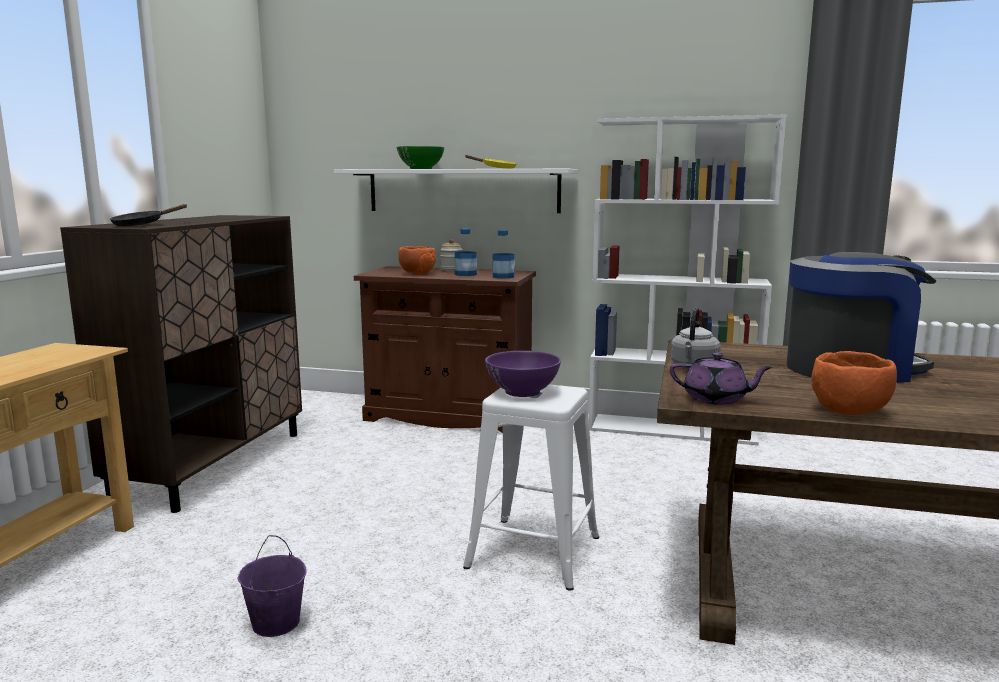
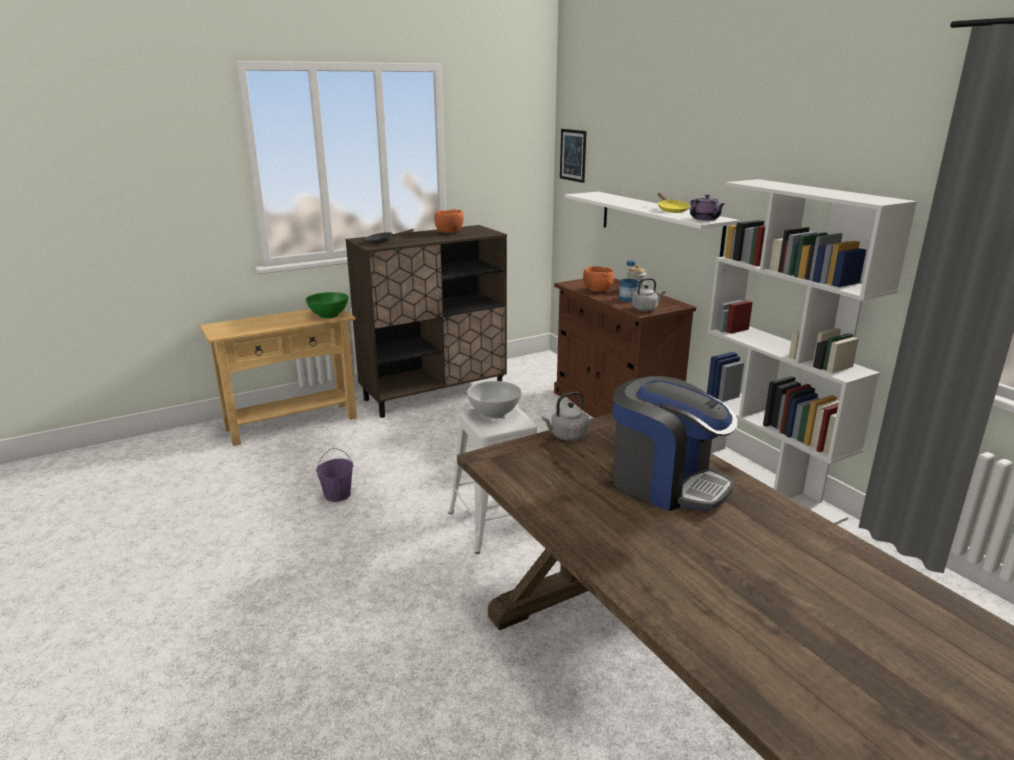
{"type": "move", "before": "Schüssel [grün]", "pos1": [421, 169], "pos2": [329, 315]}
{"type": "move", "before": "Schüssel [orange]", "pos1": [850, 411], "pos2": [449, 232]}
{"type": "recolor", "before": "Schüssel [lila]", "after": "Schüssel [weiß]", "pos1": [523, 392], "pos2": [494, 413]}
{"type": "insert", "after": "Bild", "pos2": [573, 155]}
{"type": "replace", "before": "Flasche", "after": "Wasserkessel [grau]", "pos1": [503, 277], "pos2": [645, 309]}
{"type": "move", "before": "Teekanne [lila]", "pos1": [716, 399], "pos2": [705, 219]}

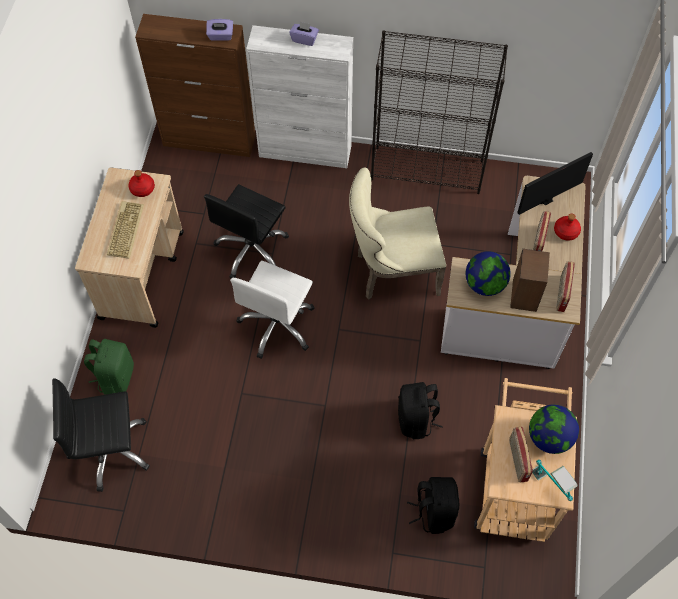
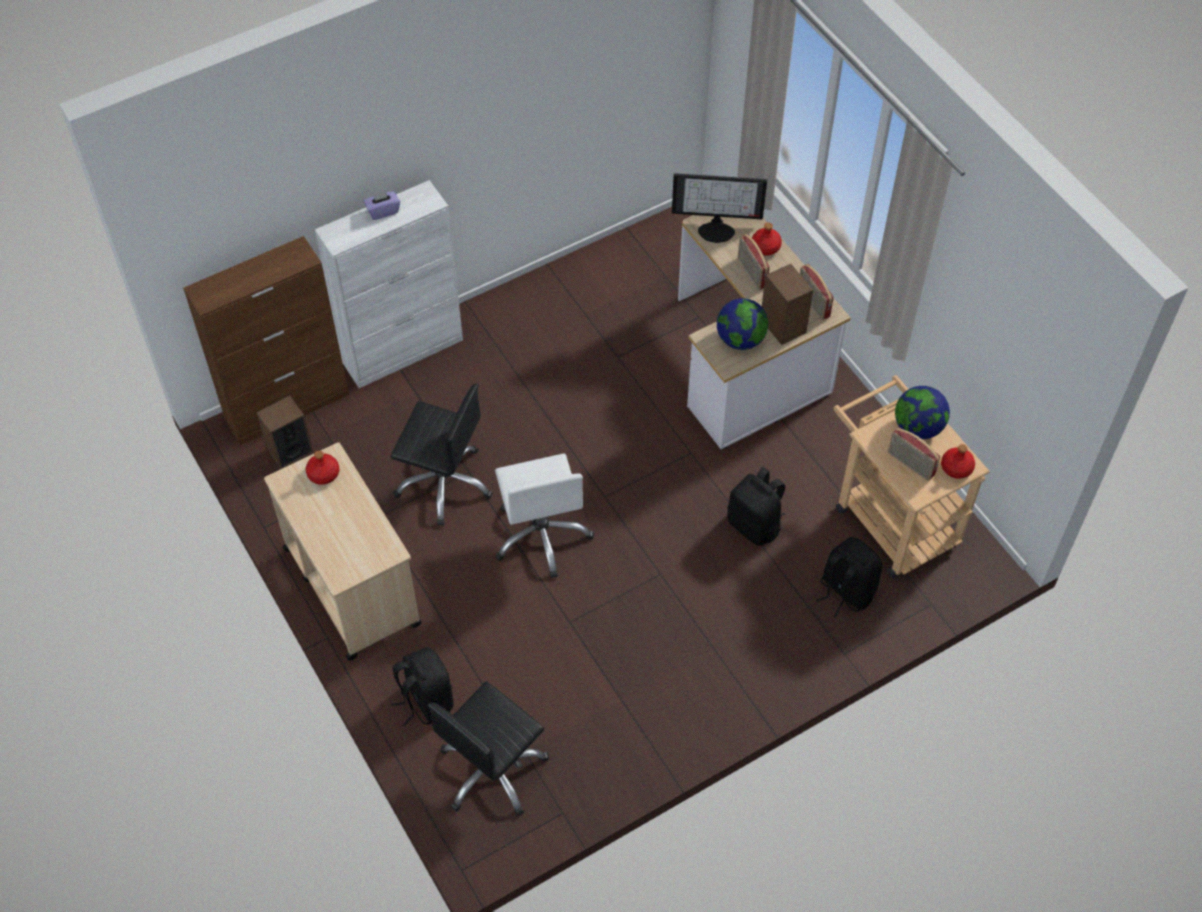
{"type": "insert", "after": "Lautsprecher", "pos2": [290, 451]}
{"type": "rotate", "before": "Bürostuhl [schwarz]", "pos1": [252, 250], "pos2": [444, 483], "turn": -60}
{"type": "recolor", "before": "Rucksack [grün]", "after": "Rucksack [schwarz]", "pos1": [115, 377], "pos2": [425, 701]}
{"type": "rotate", "before": "Monitor", "pos1": [543, 197], "pos2": [717, 229], "turn": -105}
{"type": "replace", "before": "Tischlampe", "after": "Flasche [rot]", "pos1": [549, 488], "pos2": [956, 467]}
{"type": "delete", "before": "Tastatur", "pos1": [124, 229]}
{"type": "delete", "before": "Taschentuchbox [lila]", "pos1": [220, 36]}
{"type": "delete", "before": "Stuhl [beige]", "pos1": [392, 272]}
{"type": "delete", "before": "Bücherregal [schwarz]", "pos1": [427, 170]}

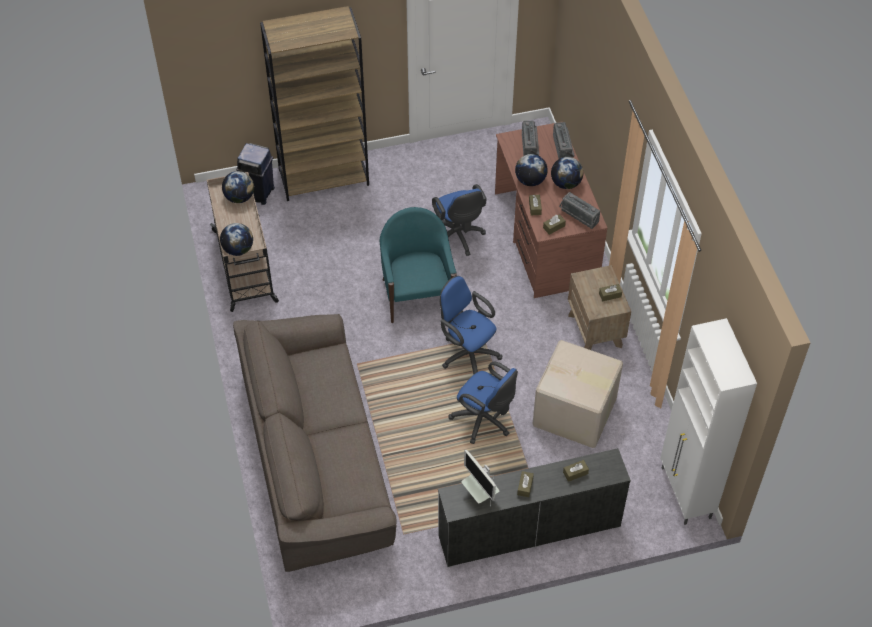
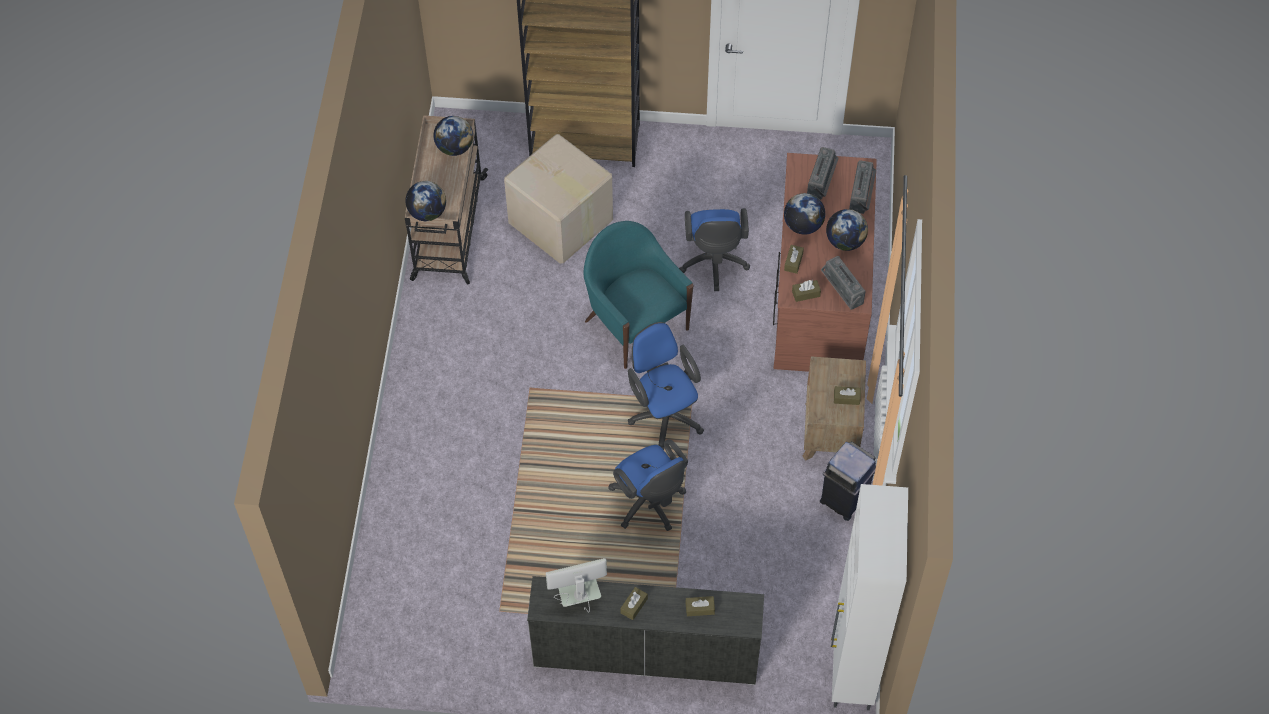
{"type": "move", "before": "Karton", "pos1": [575, 413], "pos2": [560, 222]}
{"type": "rotate", "before": "Monitor", "pos1": [481, 494], "pos2": [579, 599], "turn": 90}
{"type": "rotate", "before": "Sessel [türkis]", "pos1": [417, 295], "pos2": [635, 323], "turn": -45}
{"type": "move", "before": "Mülleimer [blau]", "pos1": [258, 193], "pos2": [844, 500]}
{"type": "delete", "before": "Sofa [braun]", "pos1": [316, 459]}

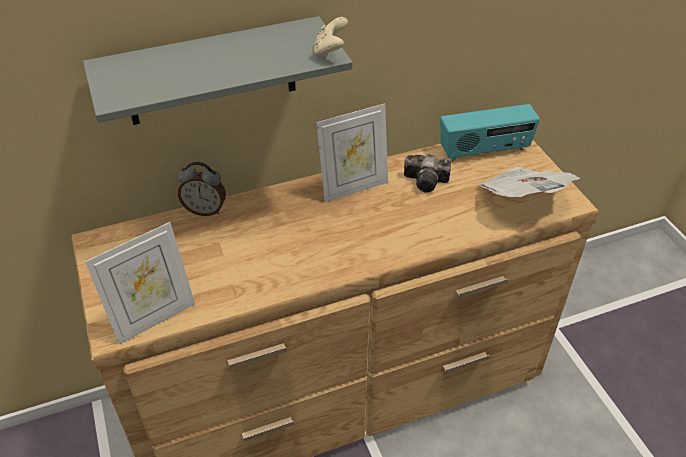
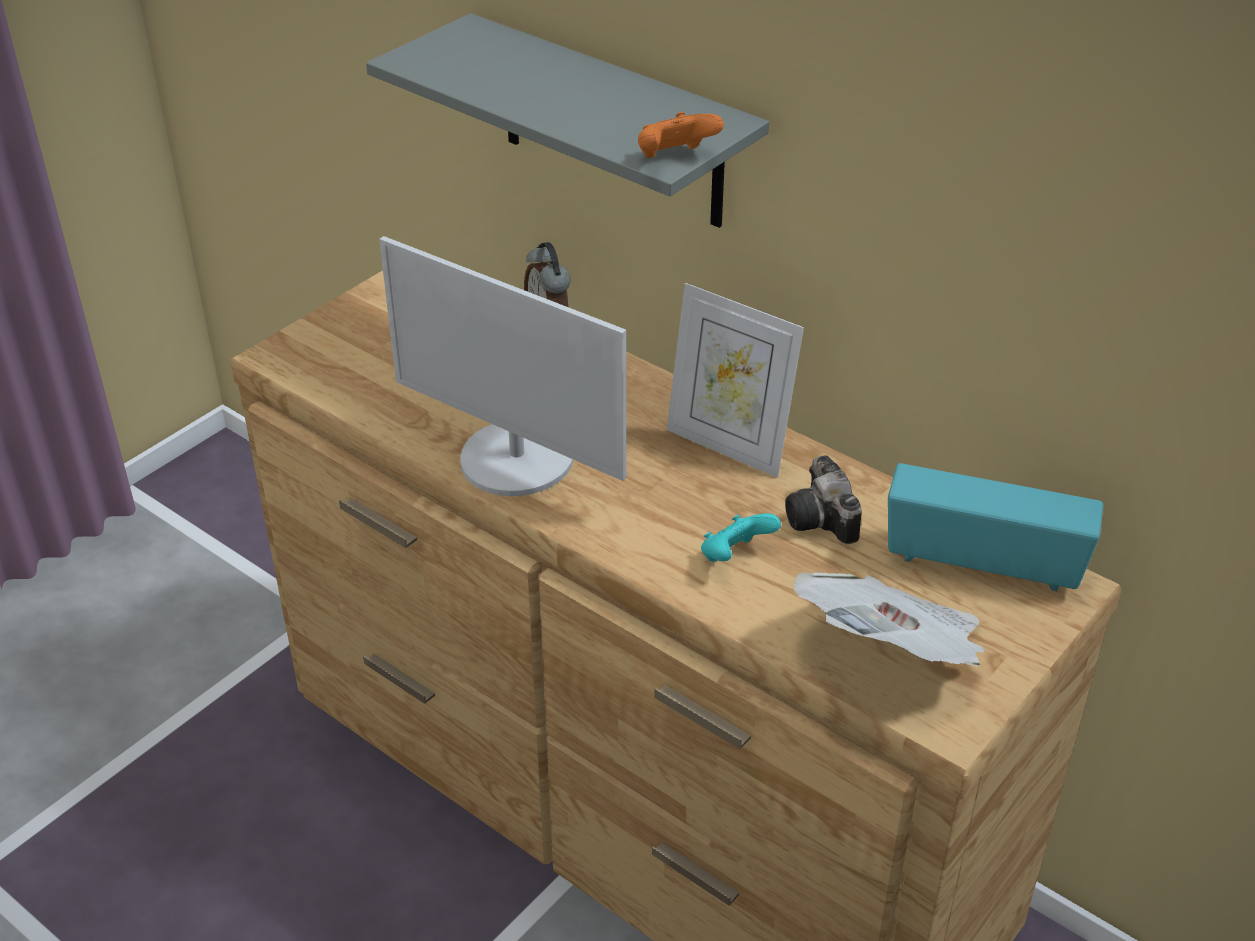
{"type": "insert", "after": "Monitor", "pos2": [516, 460]}
{"type": "recolor", "before": "Gamepad [beige]", "after": "Gamepad [orange]", "pos1": [330, 52], "pos2": [675, 158]}
{"type": "insert", "after": "Gamepad [türkis]", "pos2": [735, 556]}
{"type": "rotate", "before": "Radio", "pos1": [484, 151], "pos2": [983, 563], "turn": 150}
{"type": "delete", "before": "Bilderrahmen", "pos1": [154, 318]}

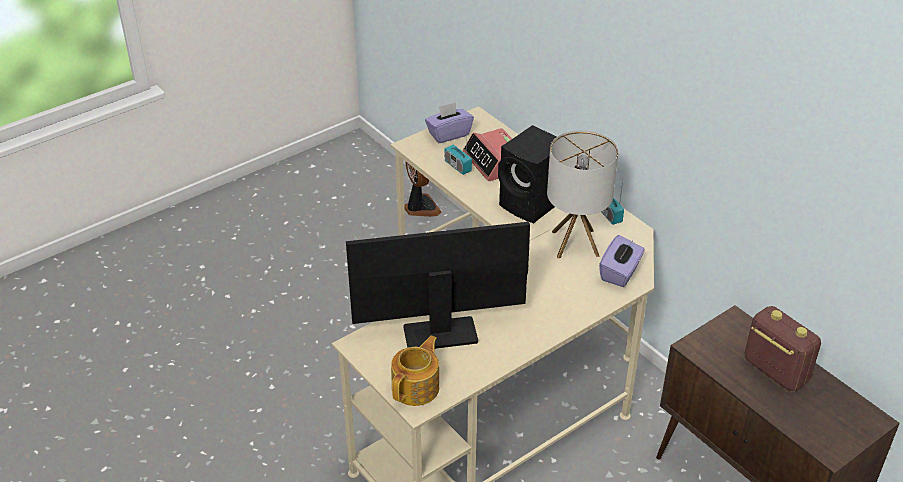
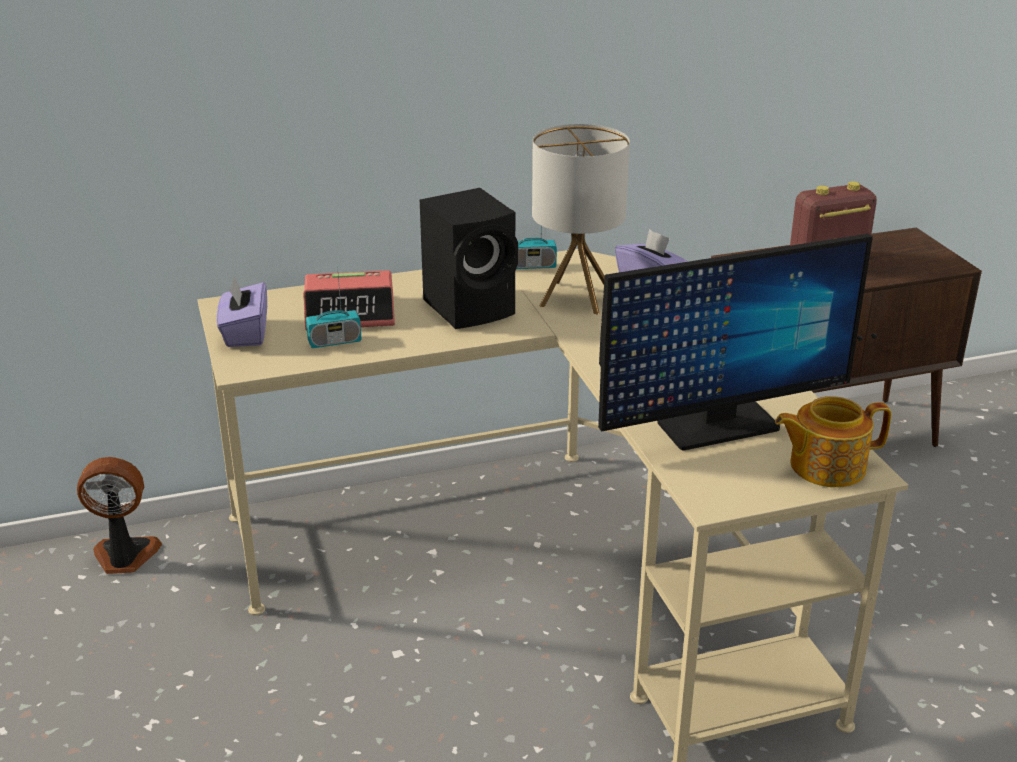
{"type": "rotate", "before": "Monitor", "pos1": [441, 334], "pos2": [717, 426], "turn": -120}
{"type": "rotate", "before": "Teekanne", "pos1": [416, 387], "pos2": [825, 466], "turn": -60}

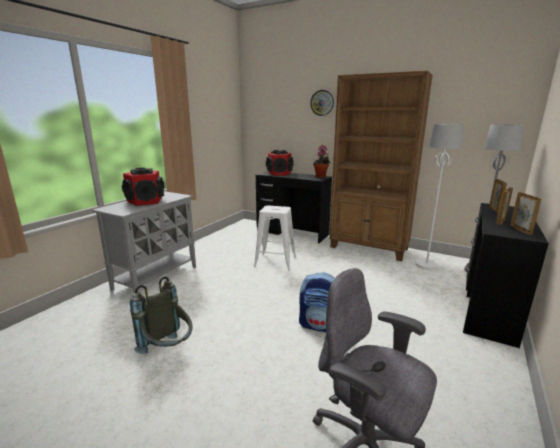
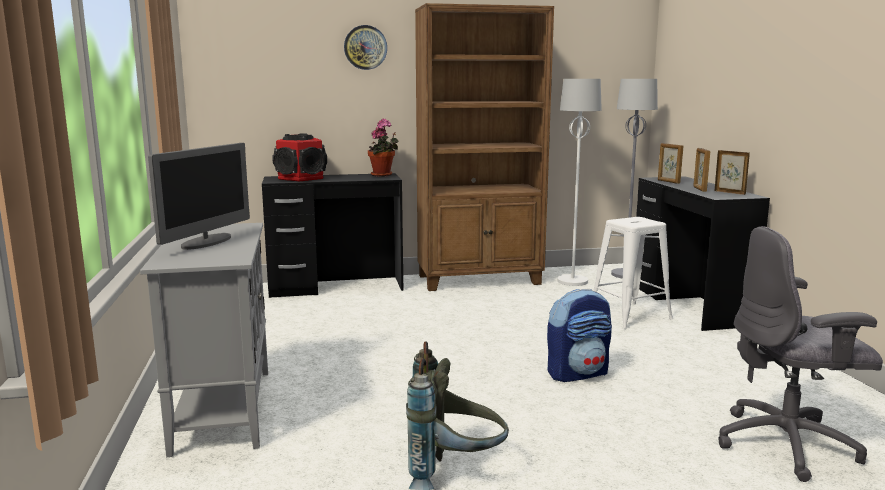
{"type": "replace", "before": "Lautsprecher", "after": "Monitor", "pos1": [146, 201], "pos2": [207, 242]}
{"type": "move", "before": "Hocker [weiß]", "pos1": [275, 262], "pos2": [630, 315]}

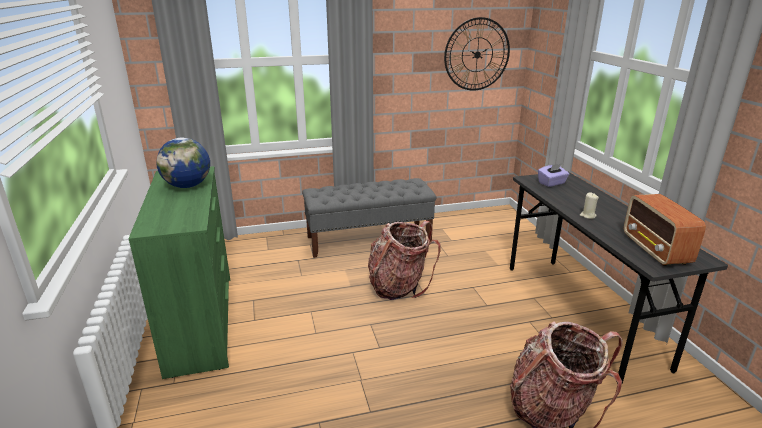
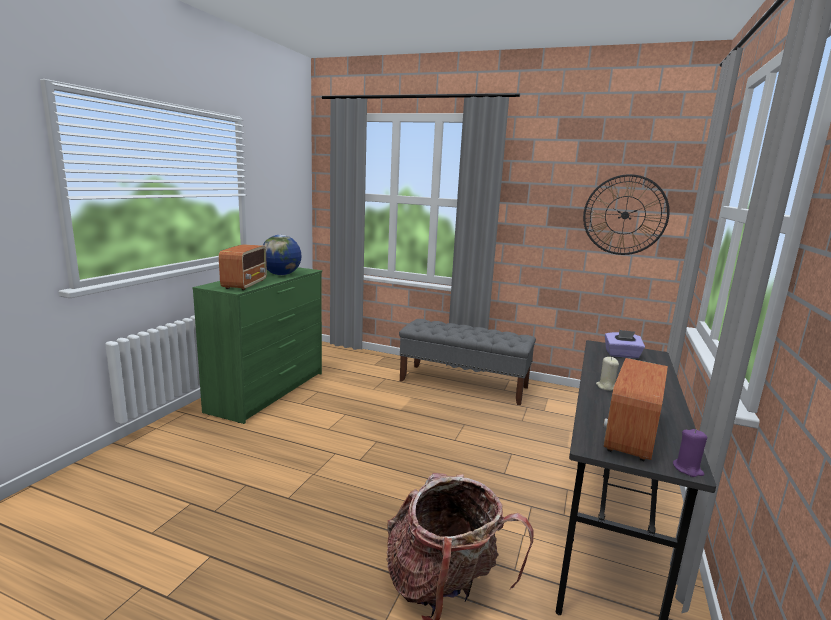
{"type": "insert", "after": "Radio", "pos2": [245, 284]}
{"type": "insert", "after": "Kerze [lila]", "pos2": [687, 469]}
{"type": "delete", "before": "Rucksack", "pos1": [399, 286]}

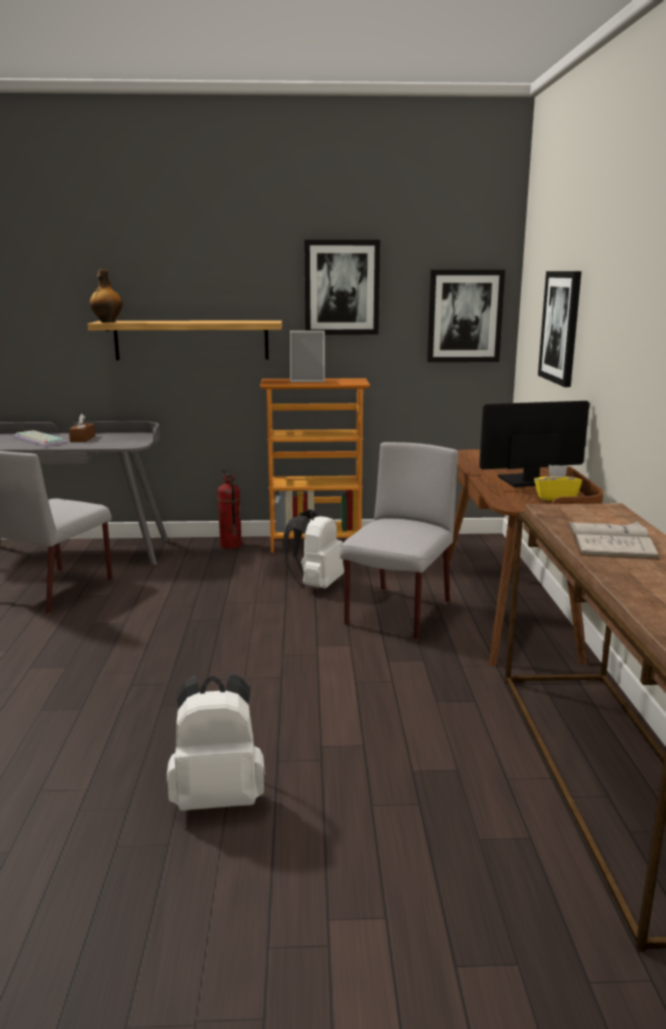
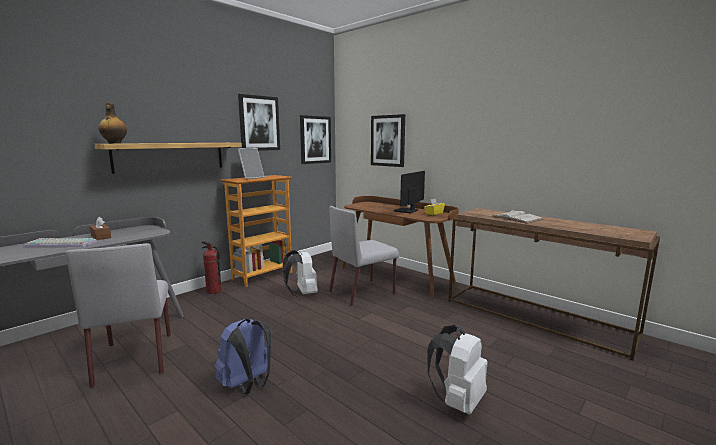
{"type": "insert", "after": "Rucksack [blau]", "pos2": [247, 385]}
{"type": "rotate", "before": "Stuhl [grau]", "pos1": [398, 614], "pos2": [363, 292], "turn": -105}

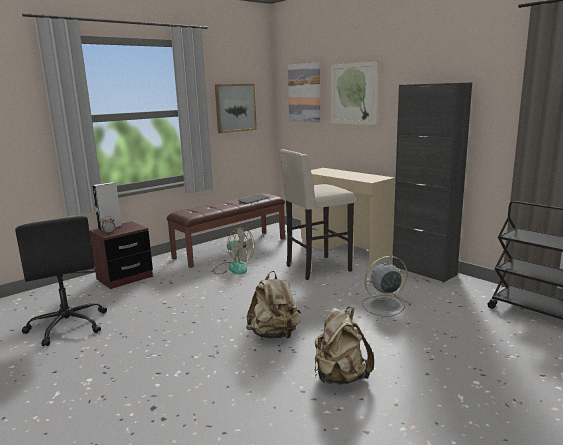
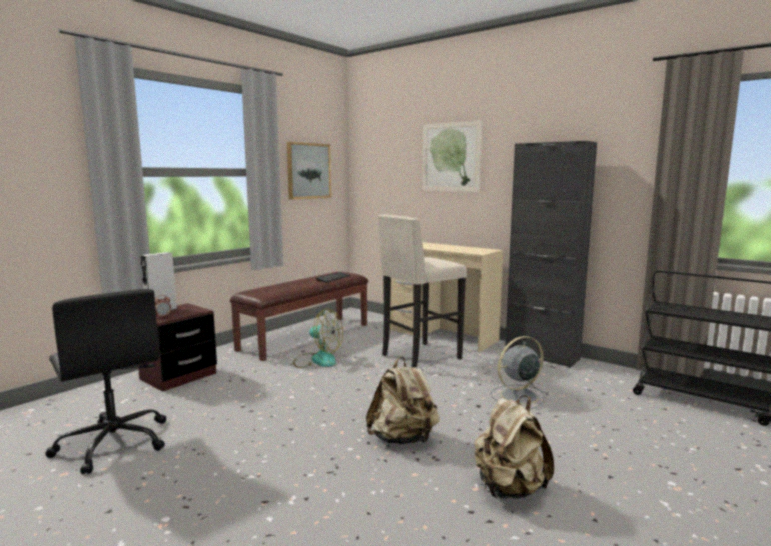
{"type": "delete", "before": "Bild", "pos1": [305, 93]}

